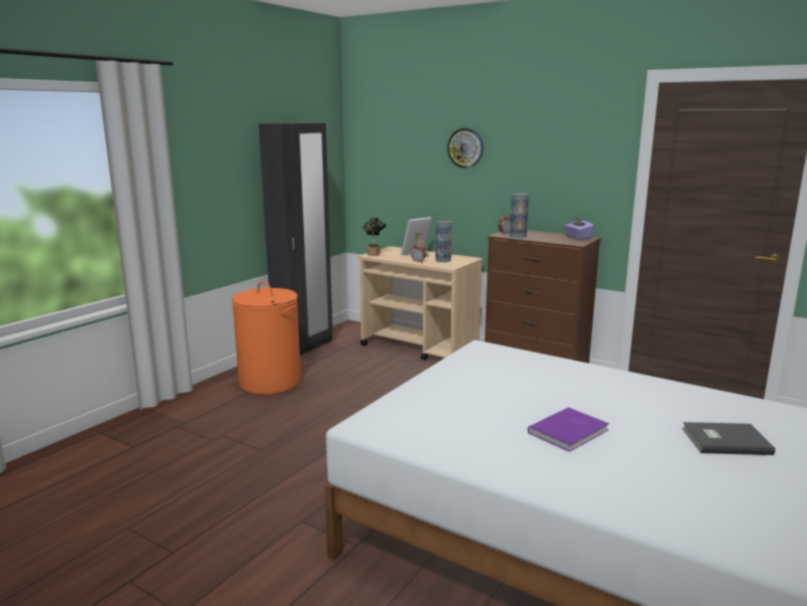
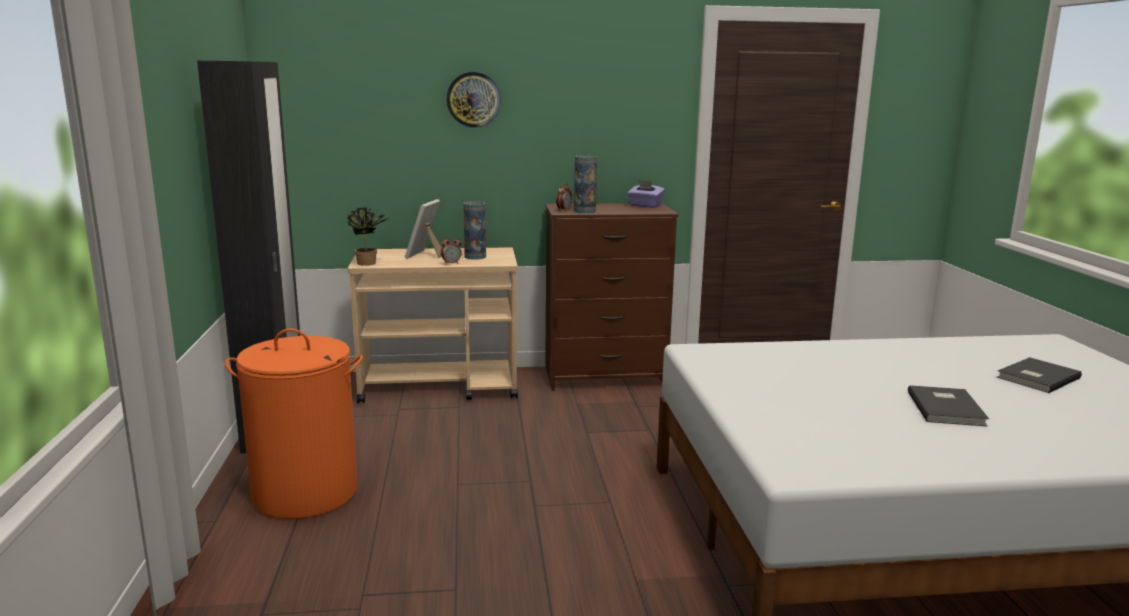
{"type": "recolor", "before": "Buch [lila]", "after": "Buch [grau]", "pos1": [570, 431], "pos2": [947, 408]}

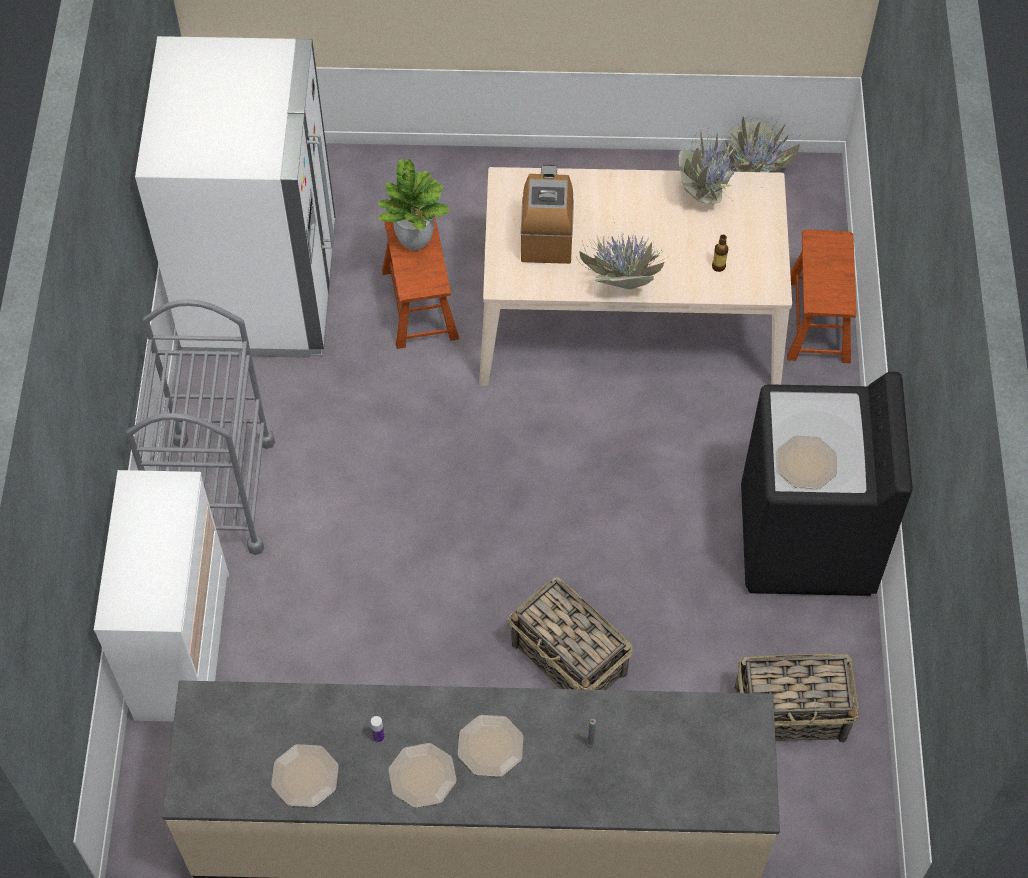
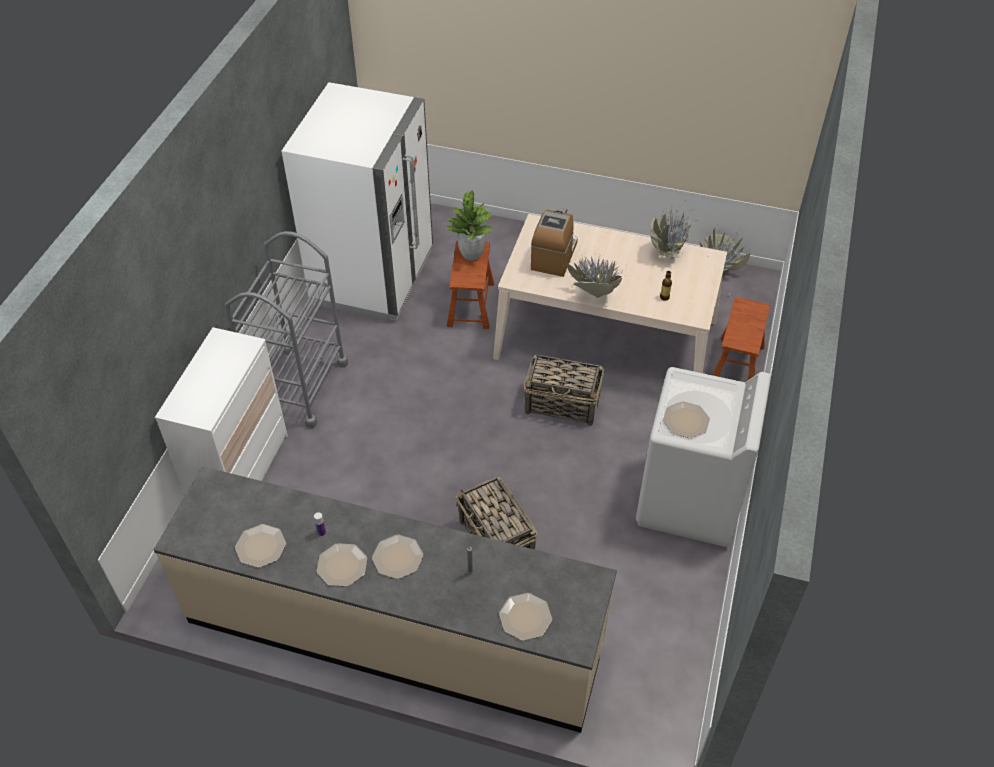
{"type": "insert", "after": "Teller", "pos2": [526, 617]}
{"type": "move", "before": "Korb", "pos1": [791, 713], "pos2": [563, 404]}
{"type": "recolor", "before": "Waschmaschine [schwarz]", "after": "Waschmaschine [weiß]", "pos1": [807, 541], "pos2": [689, 501]}

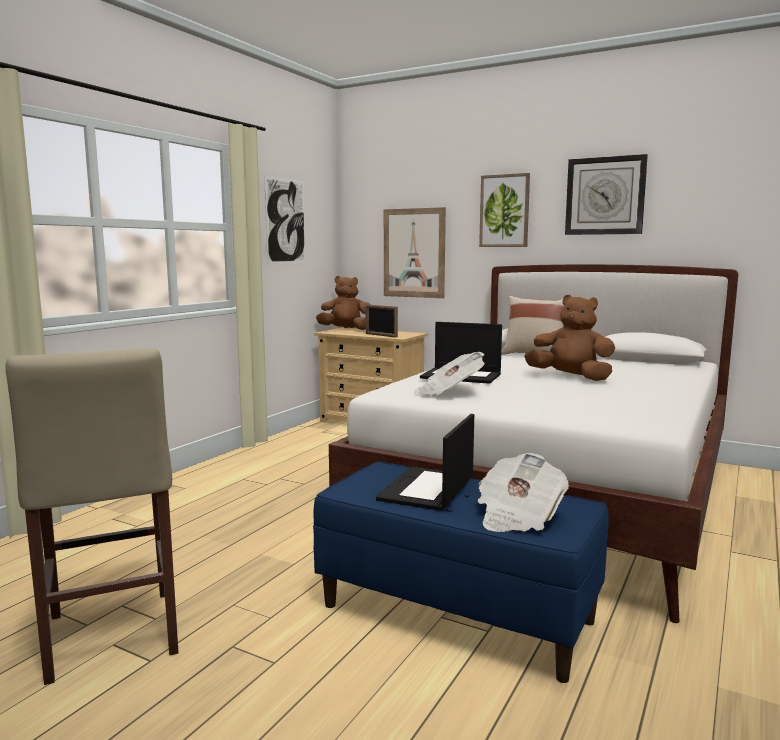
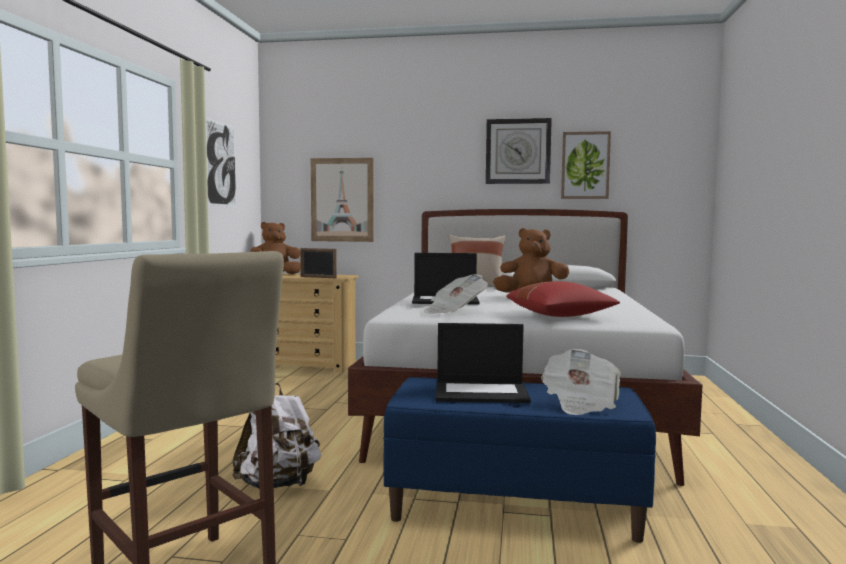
{"type": "insert", "after": "Rucksack [weiß]", "pos2": [278, 485]}
{"type": "rotate", "before": "Laptop", "pos1": [427, 489], "pos2": [482, 392], "turn": -90}
{"type": "insert", "after": "Kissen [rot]", "pos2": [561, 316]}
{"type": "move", "before": "Bild", "pos1": [504, 211], "pos2": [585, 165]}

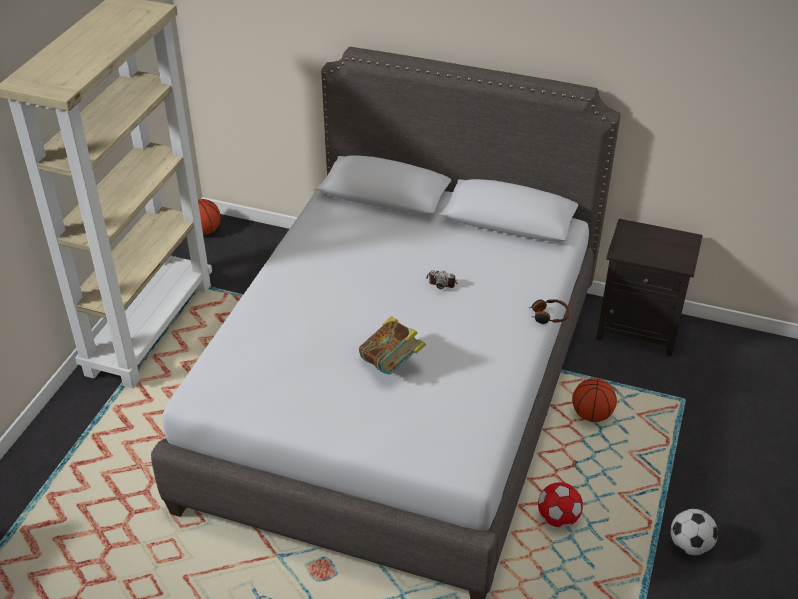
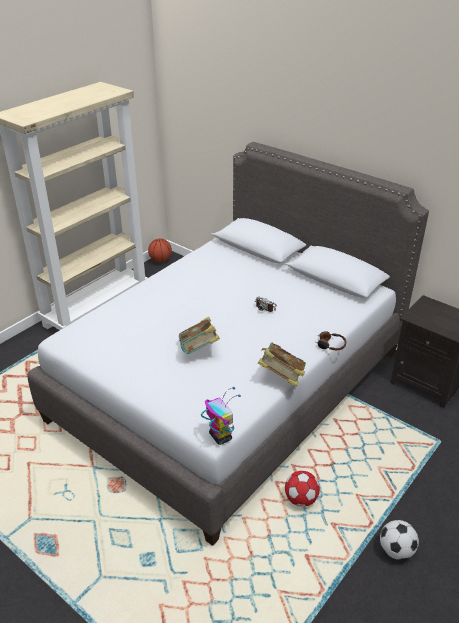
{"type": "insert", "after": "Spielzeugroboter", "pos2": [220, 436]}
{"type": "insert", "after": "Buch", "pos2": [281, 377]}
{"type": "delete", "before": "Basketball", "pos1": [591, 415]}

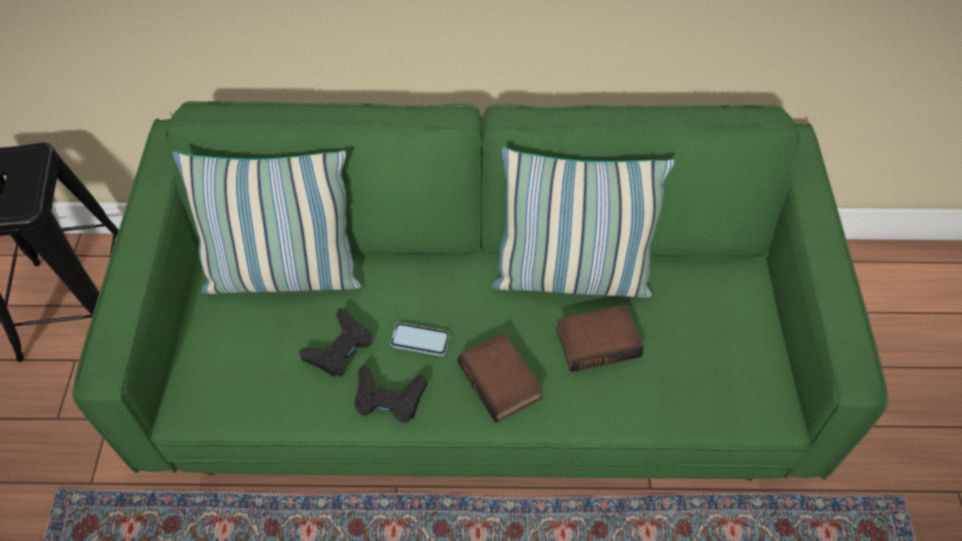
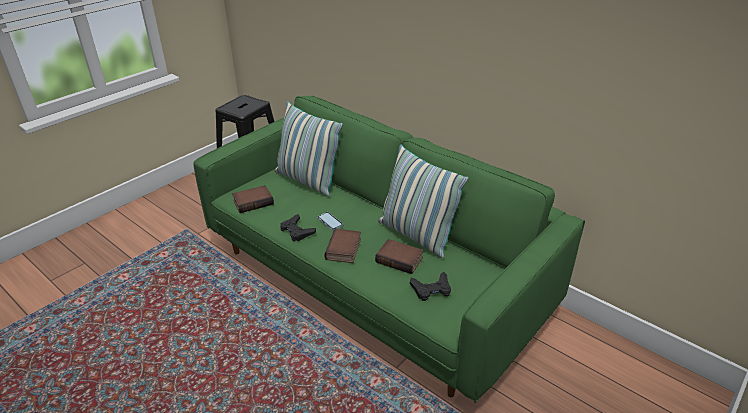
{"type": "insert", "after": "Buch", "pos2": [253, 201]}
{"type": "move", "before": "Gamepad [schwarz]", "pos1": [339, 348], "pos2": [431, 289]}

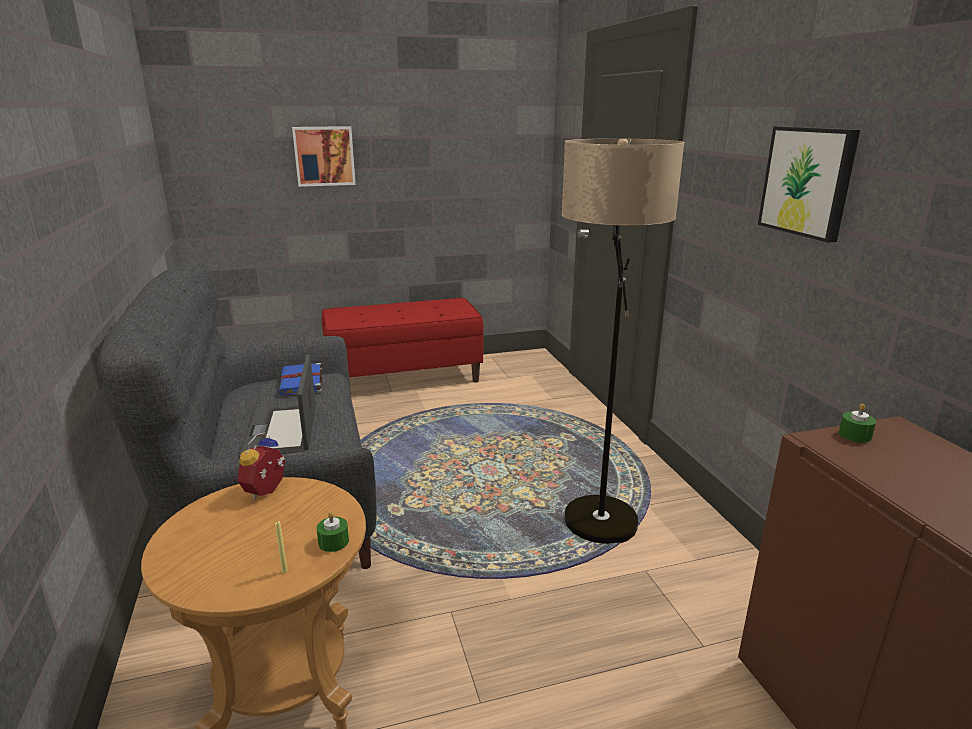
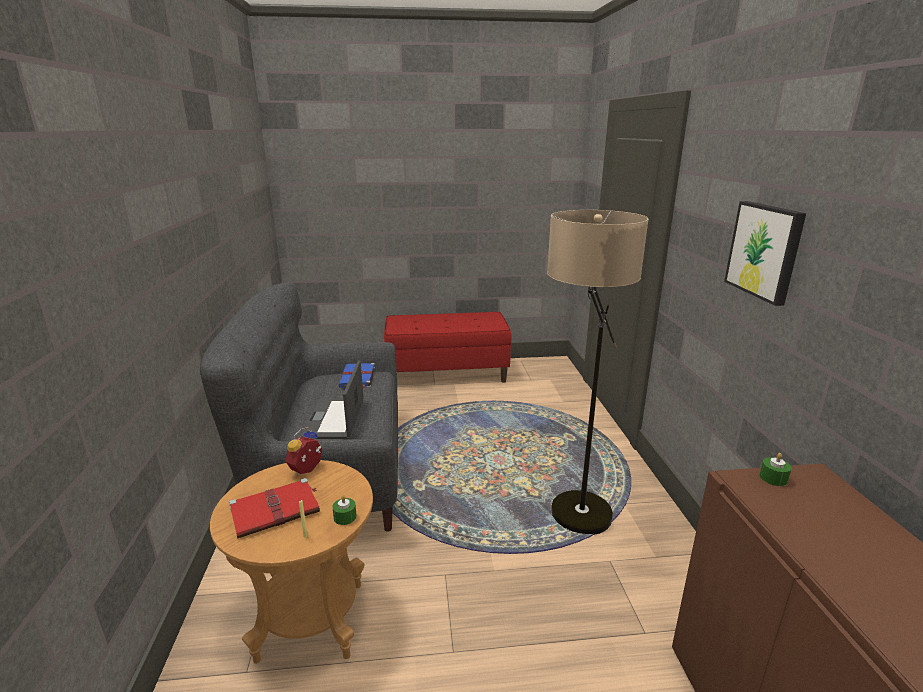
{"type": "insert", "after": "Buch [rot]", "pos2": [276, 510]}
{"type": "delete", "before": "Bild", "pos1": [324, 156]}

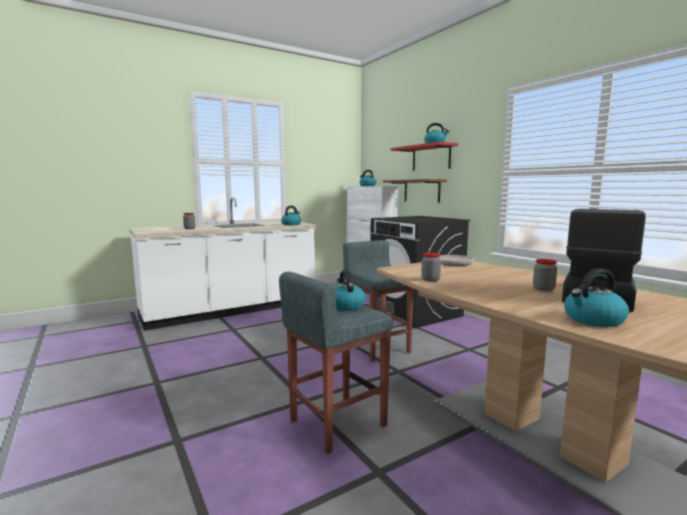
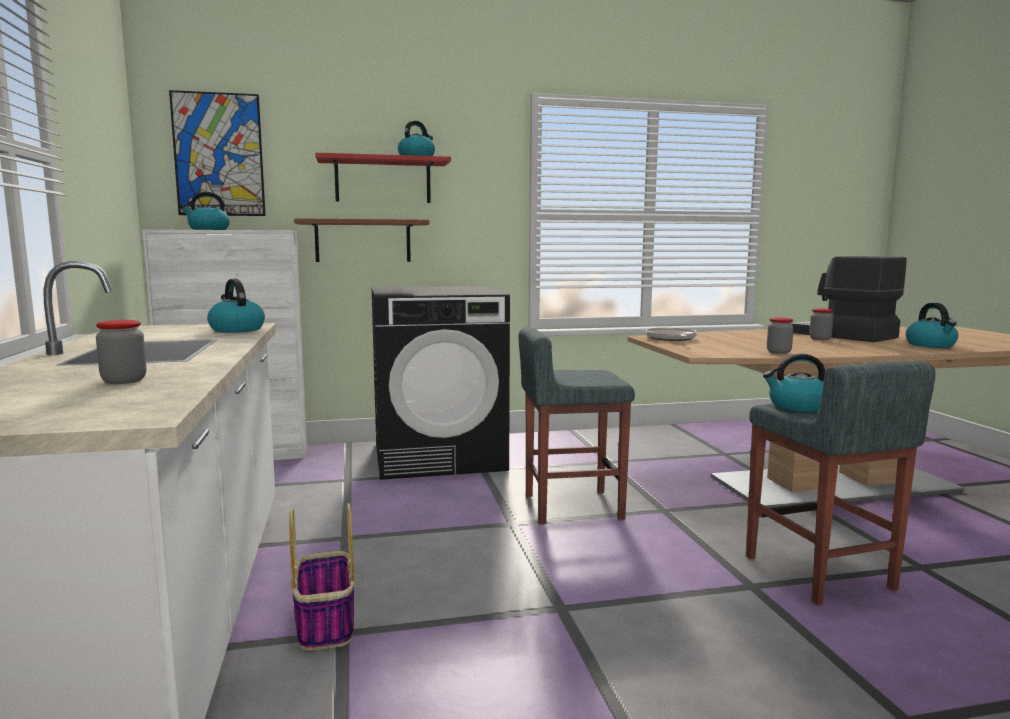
{"type": "insert", "after": "Bild", "pos2": [219, 155]}
{"type": "insert", "after": "Korb", "pos2": [325, 623]}

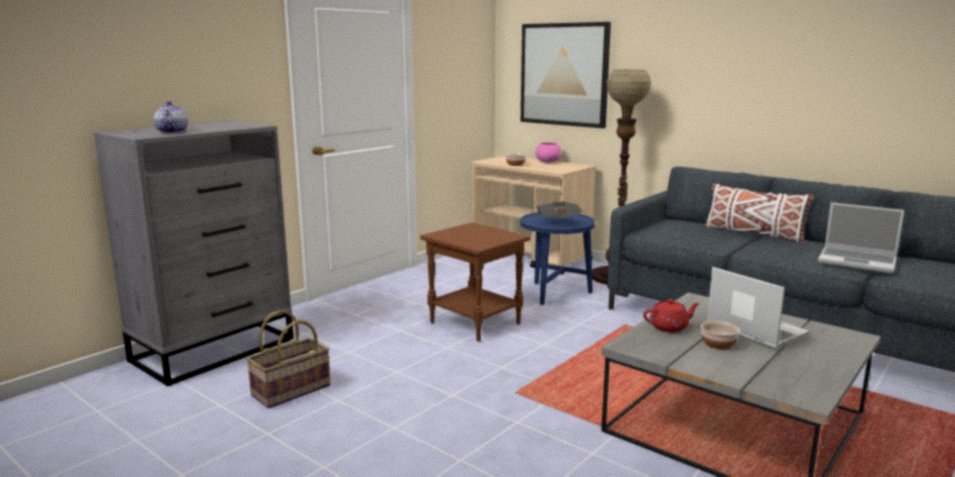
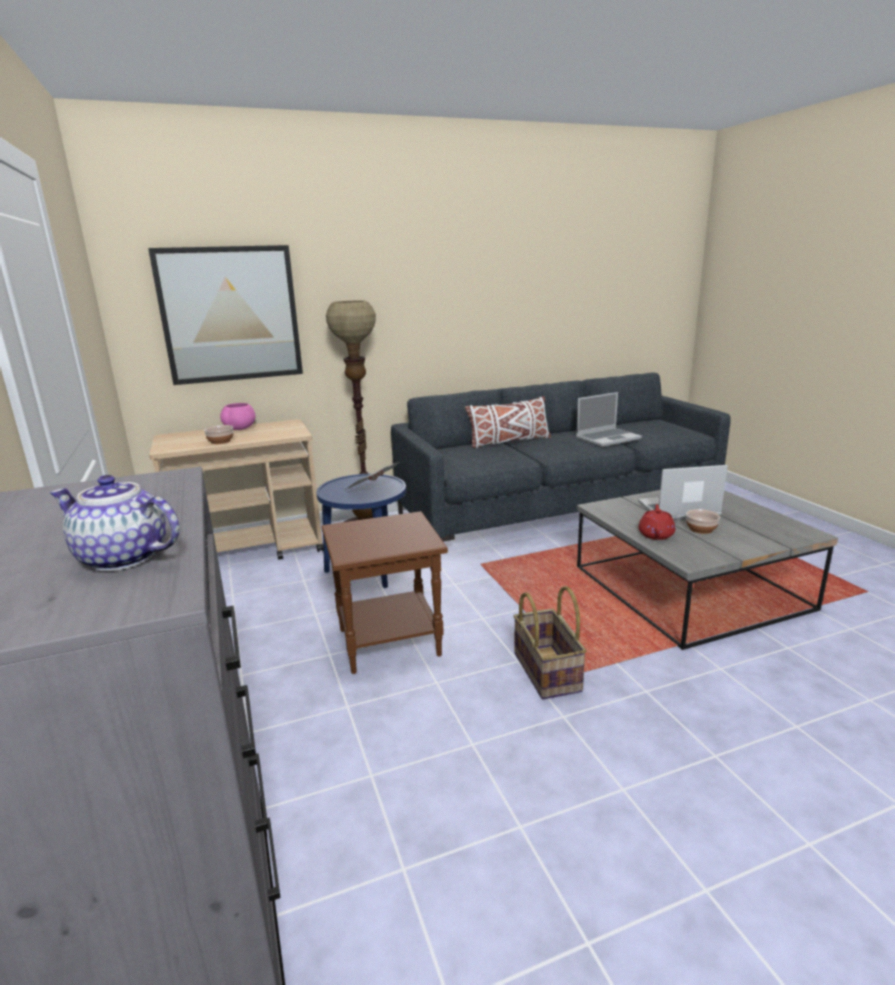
{"type": "move", "before": "Korb", "pos1": [291, 391], "pos2": [548, 672]}

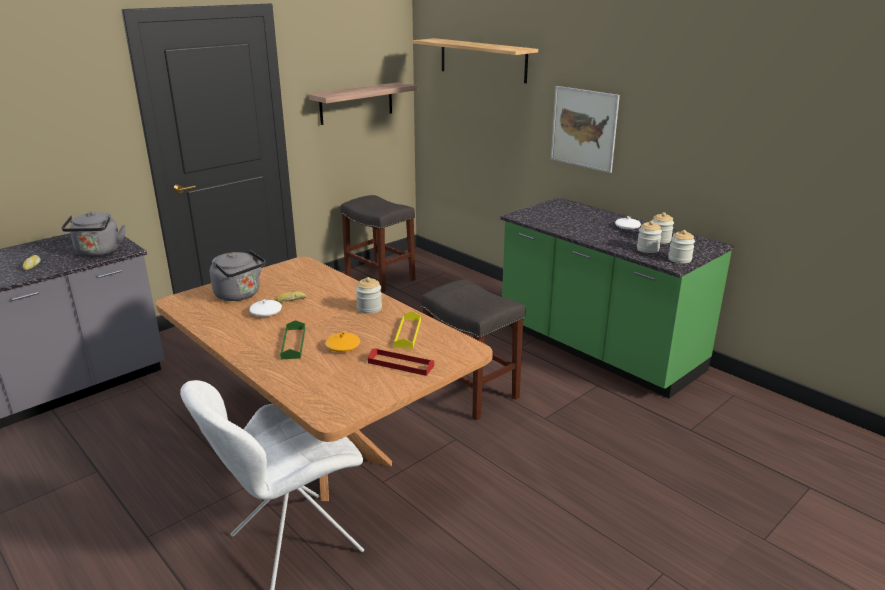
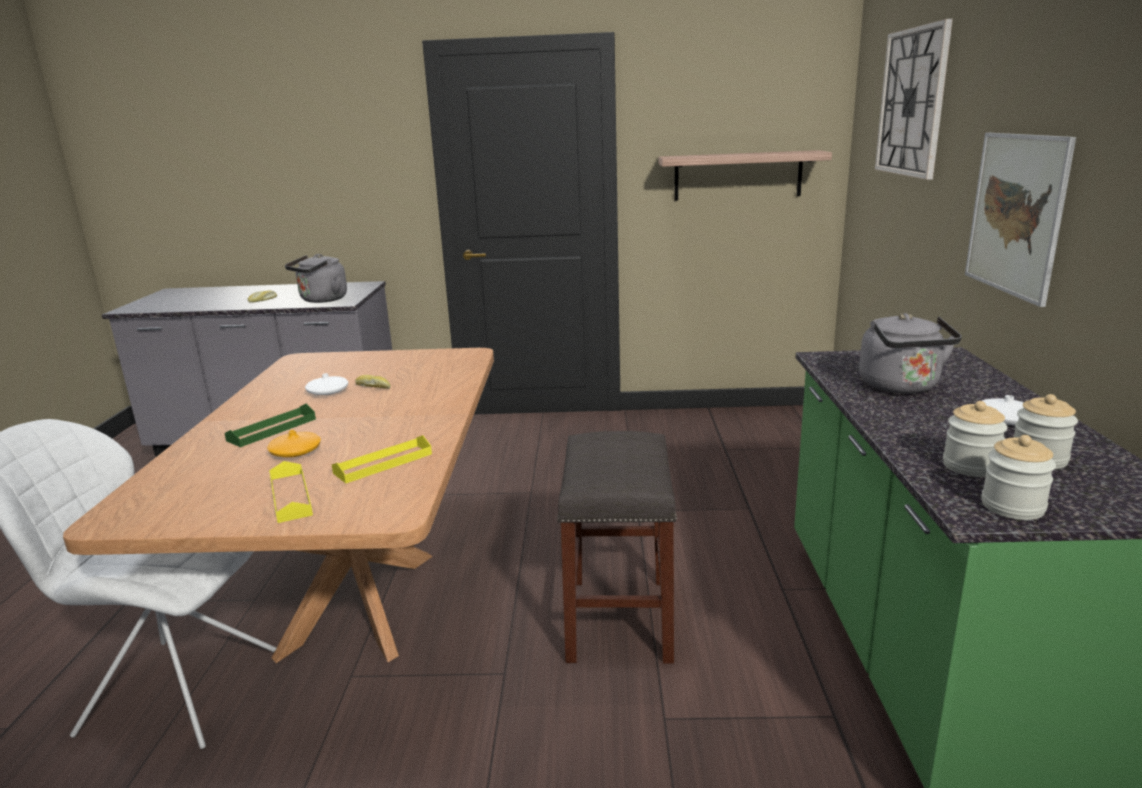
{"type": "recolor", "before": "Tablett [rot]", "after": "Tablett [gelb]", "pos1": [401, 364], "pos2": [290, 496]}
{"type": "move", "before": "Wasserkessel [grau]", "pos1": [240, 295], "pos2": [901, 387]}
{"type": "replace", "before": "Wandregal", "after": "Wanduhr", "pos1": [482, 60], "pos2": [912, 102]}
{"type": "delete", "before": "Hocker [grau]", "pos1": [381, 278]}
{"type": "delete", "before": "Vorratsglas", "pos1": [369, 308]}

